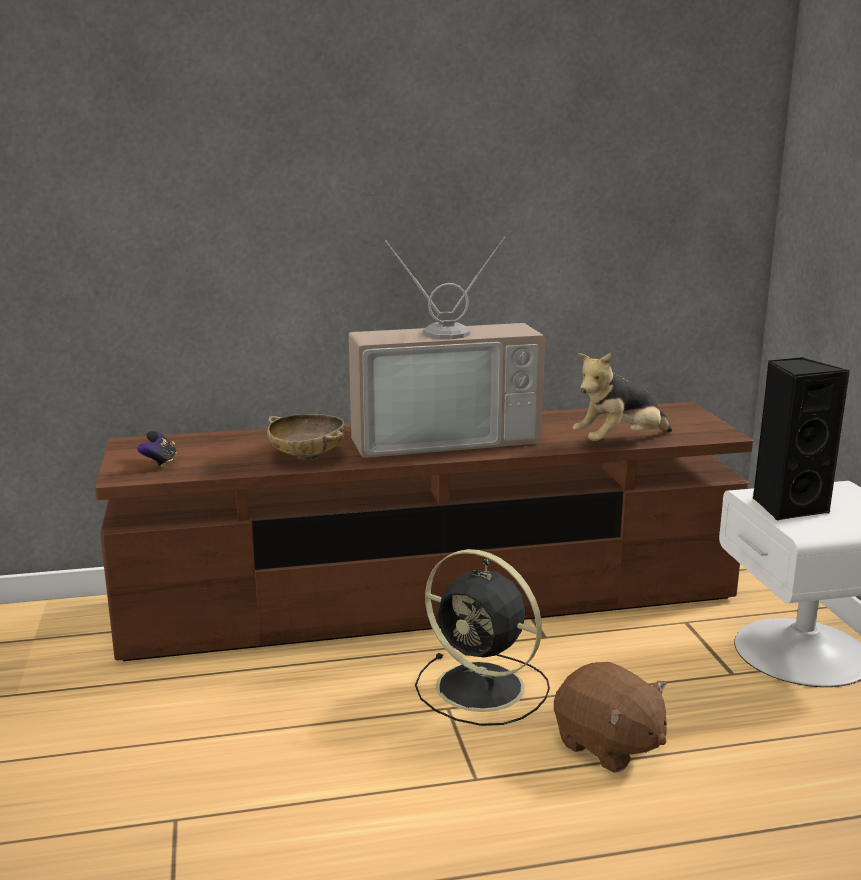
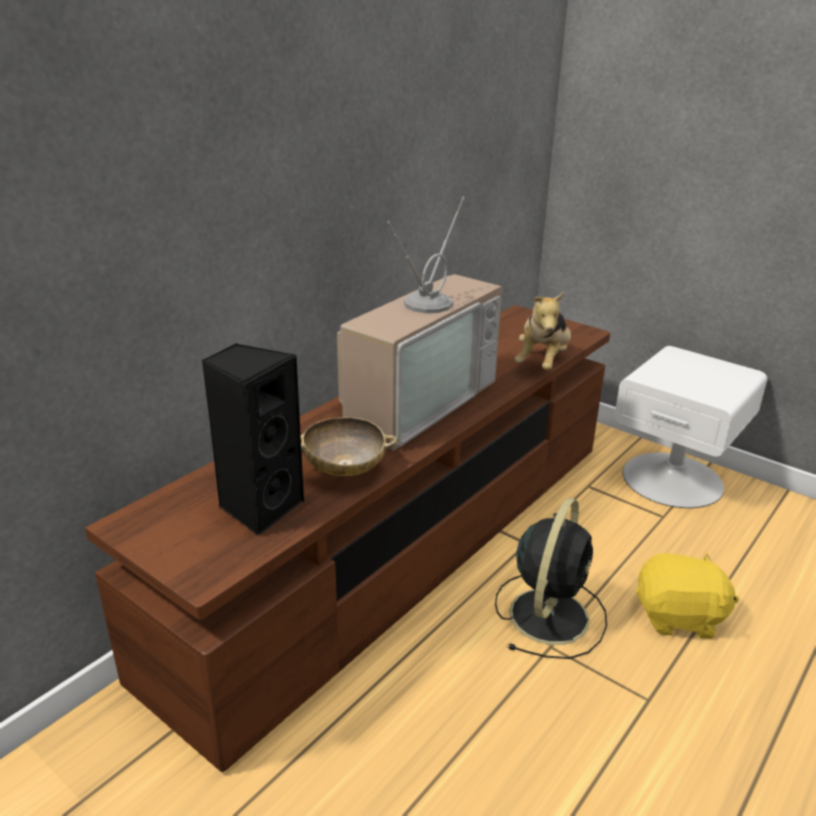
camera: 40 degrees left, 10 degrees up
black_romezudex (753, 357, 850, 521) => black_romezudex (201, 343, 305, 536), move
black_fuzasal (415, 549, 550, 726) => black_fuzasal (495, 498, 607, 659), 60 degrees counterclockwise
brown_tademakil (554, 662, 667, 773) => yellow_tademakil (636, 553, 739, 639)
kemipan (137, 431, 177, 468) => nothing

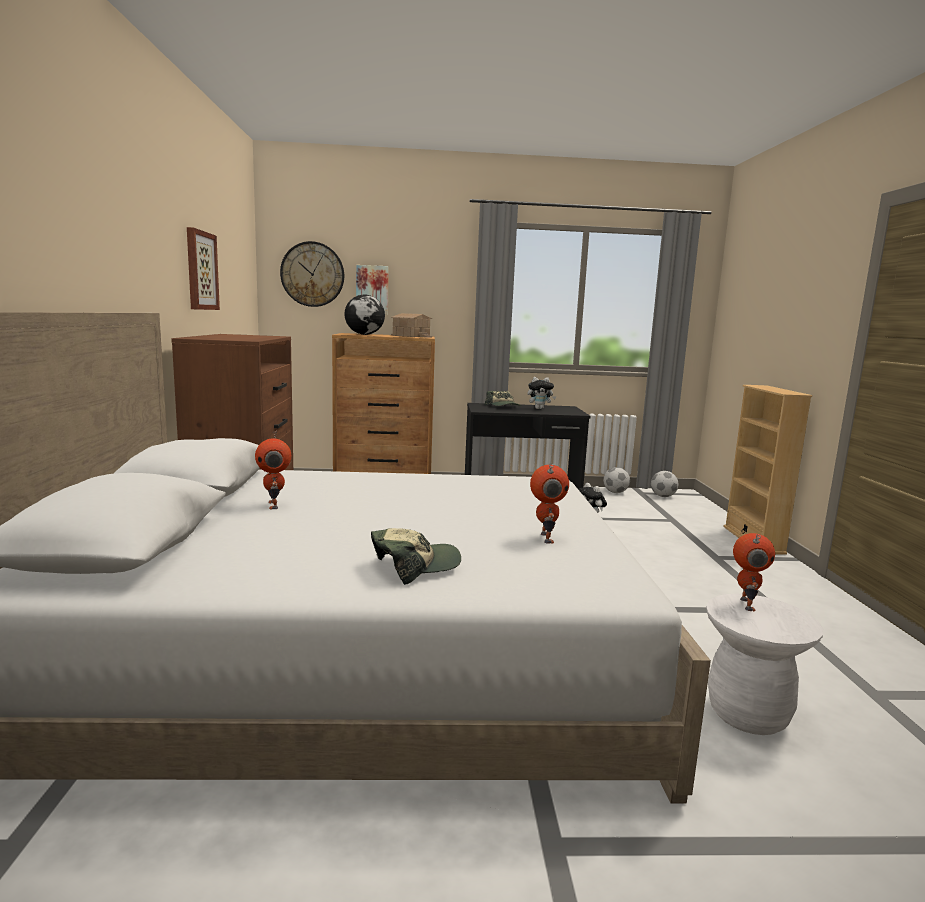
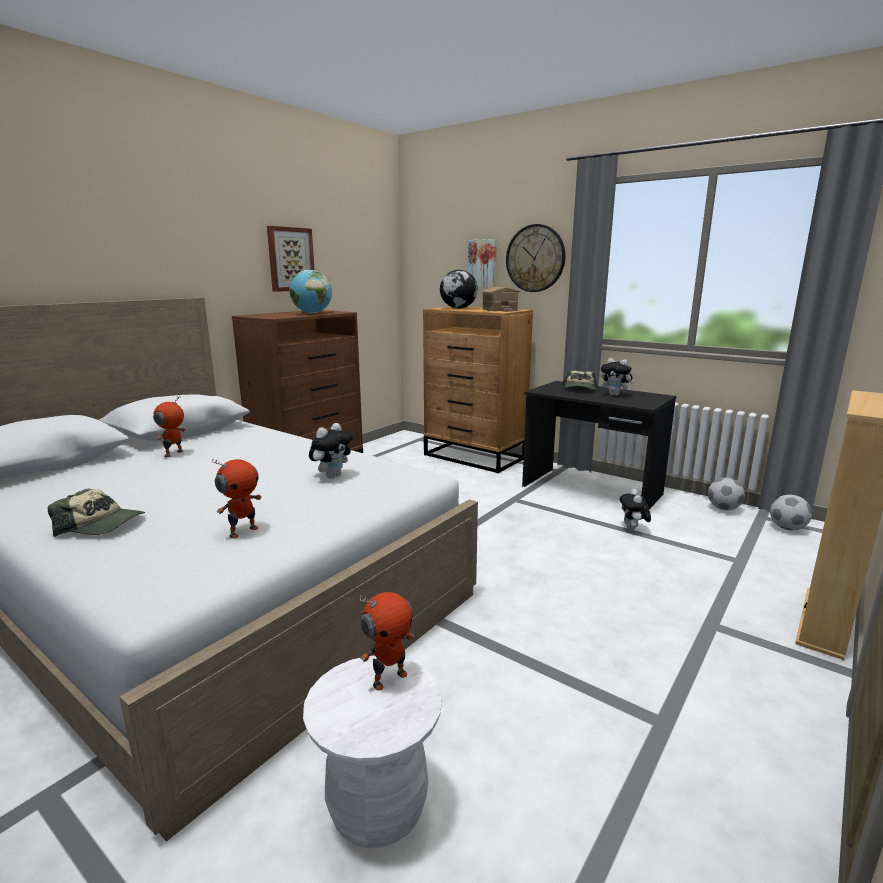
camera: 40 degrees right, 5 degrees up
nothing => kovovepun (289, 270, 332, 314)
nothing => tademakil (309, 423, 353, 479)
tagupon (280, 241, 344, 307) => tagupon (506, 224, 566, 292), move

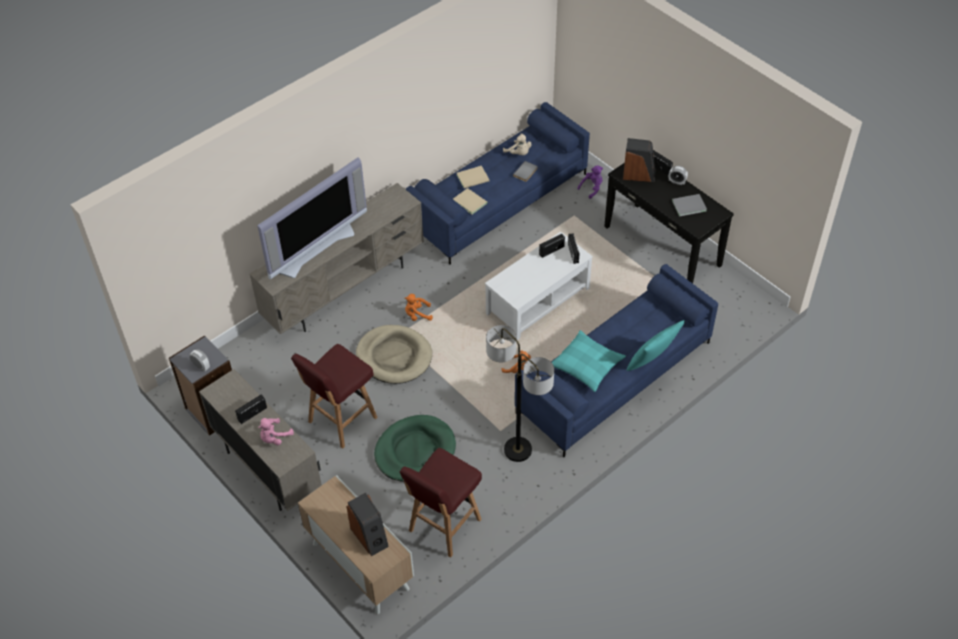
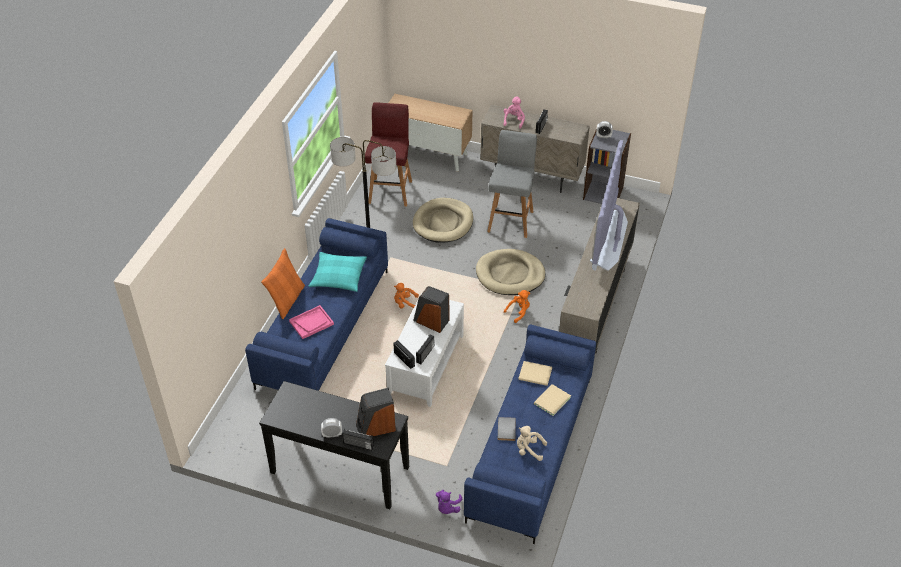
camera: 150 degrees right, 5 degrees down
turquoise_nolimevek (627, 320, 685, 371) => orange_nolimevek (261, 248, 305, 319)
nothing => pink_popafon (289, 305, 334, 339)
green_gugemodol (374, 415, 456, 482) => beige_gugemodol (413, 198, 473, 243)
romezudex (346, 493, 389, 556) => romezudex (413, 286, 450, 333), move
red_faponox (291, 344, 378, 449) => grey_faponox (487, 130, 537, 238)
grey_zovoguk (672, 194, 707, 217) => nothing

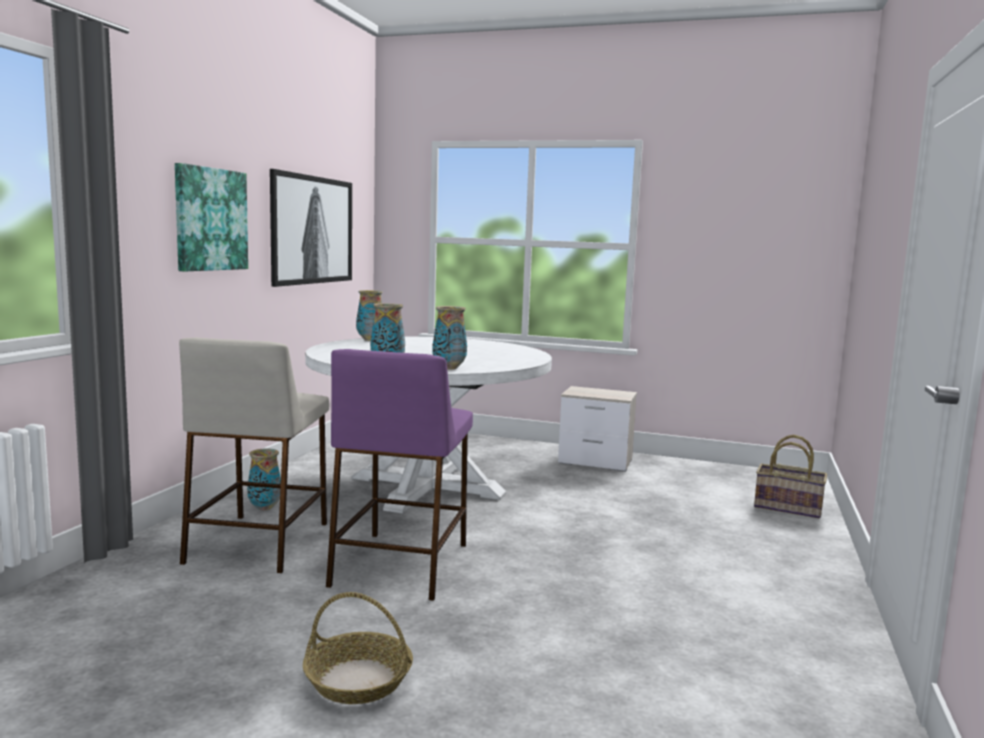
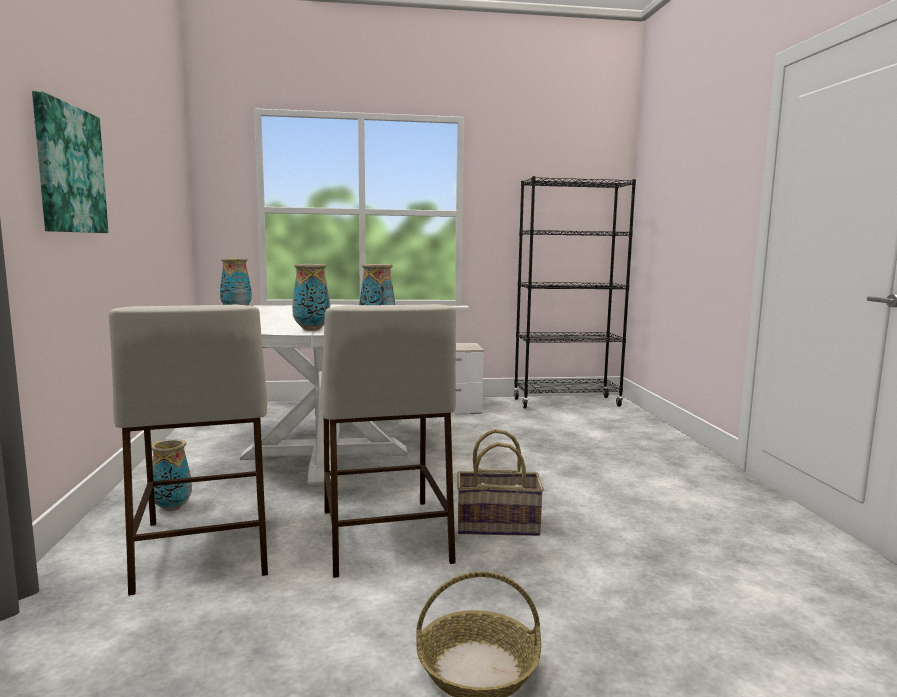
camera: 25 degrees left, 0 degrees up
purple_faponox (326, 349, 473, 601) => beige_faponox (318, 304, 456, 578)
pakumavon (754, 434, 827, 518) => pakumavon (457, 429, 544, 536), move
nothing => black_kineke (513, 176, 636, 409)
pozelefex (270, 169, 352, 287) => nothing

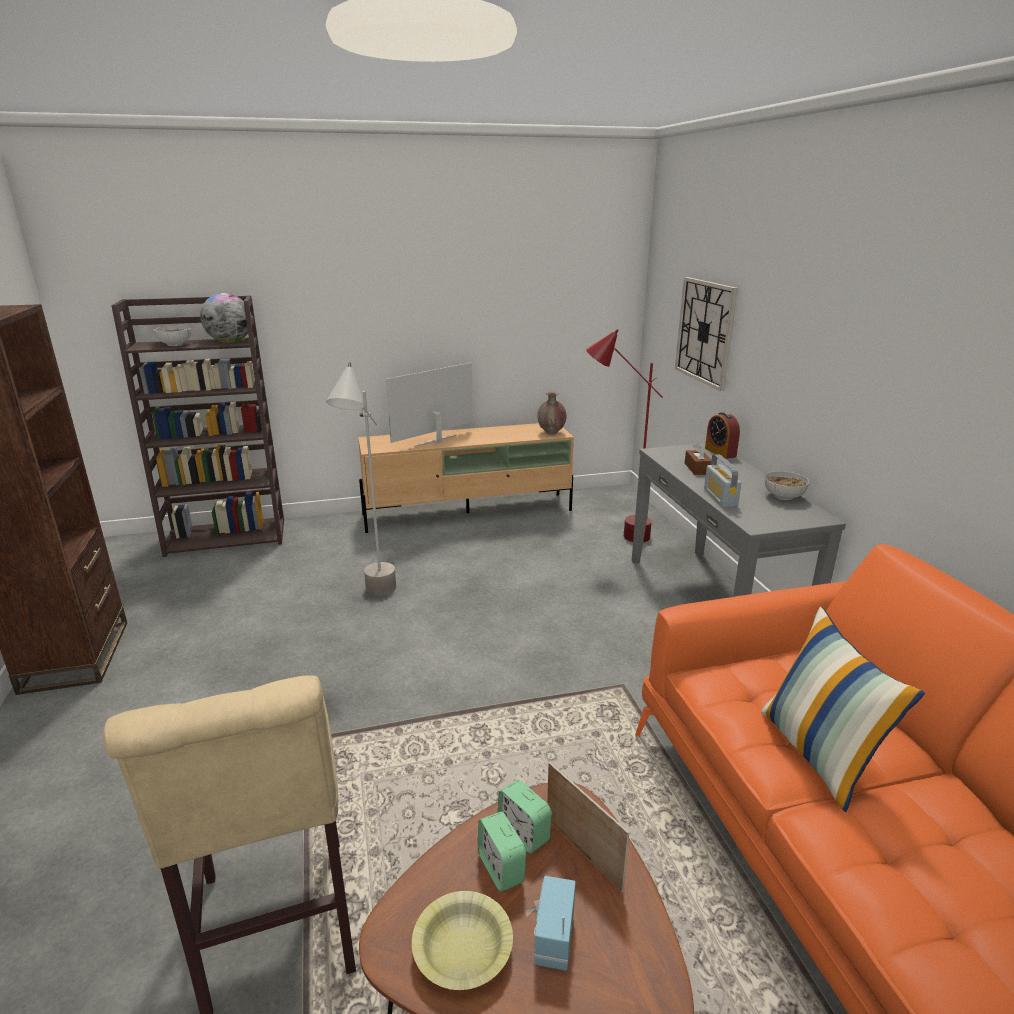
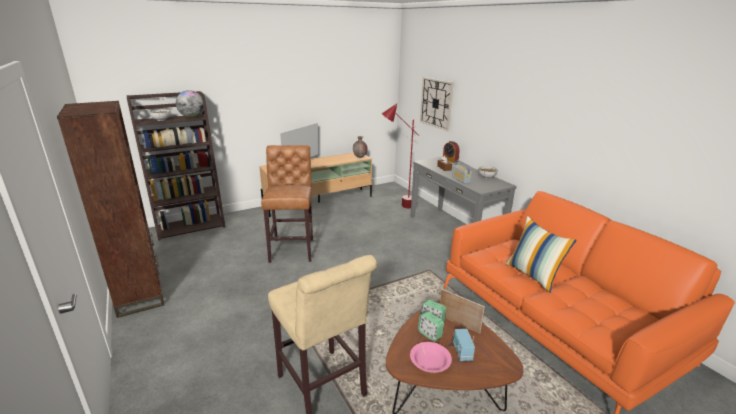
camera: 15 degrees left, 0 degrees up
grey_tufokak (326, 362, 396, 596) => brown_faponox (261, 145, 313, 263)
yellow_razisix (412, 891, 513, 990) => pink_razisix (410, 342, 452, 373)

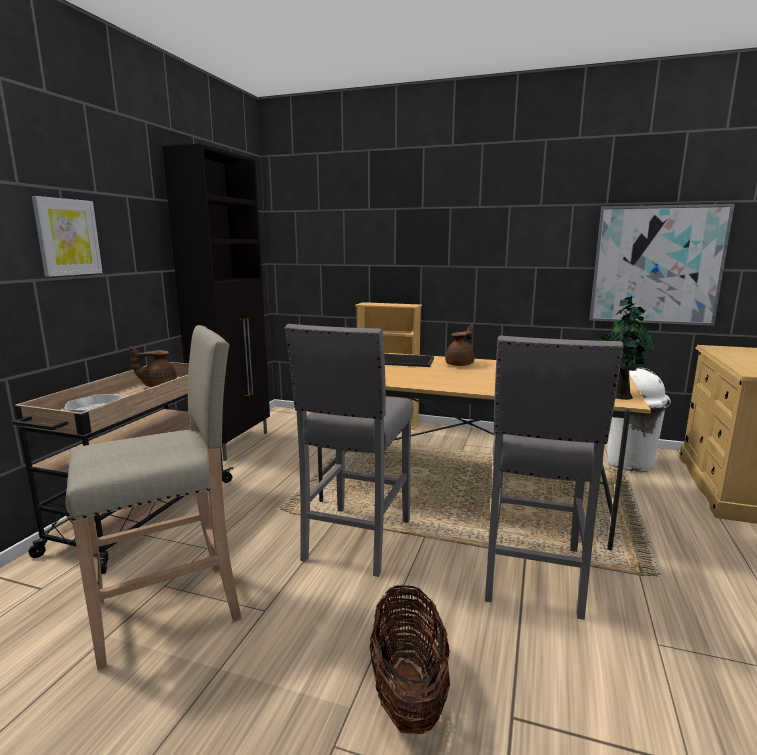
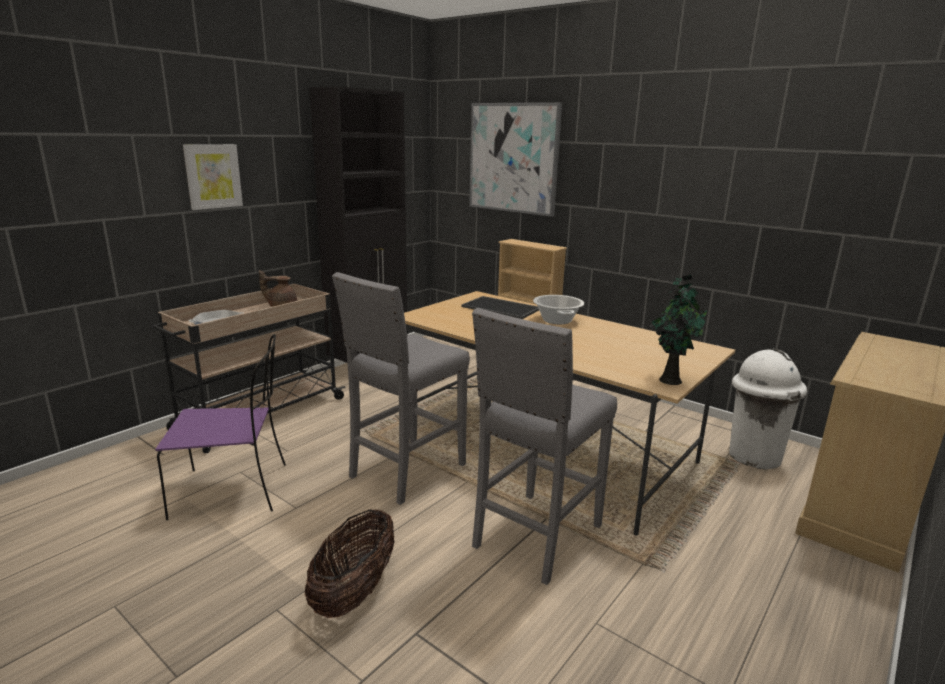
camera: 20 degrees right, 5 degrees up
beige_faponox (65, 325, 242, 671) => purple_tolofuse (156, 334, 286, 520)
pozelefex (589, 204, 735, 326) => pozelefex (469, 102, 562, 217), move
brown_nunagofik (445, 324, 474, 366) => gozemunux (533, 295, 584, 324)

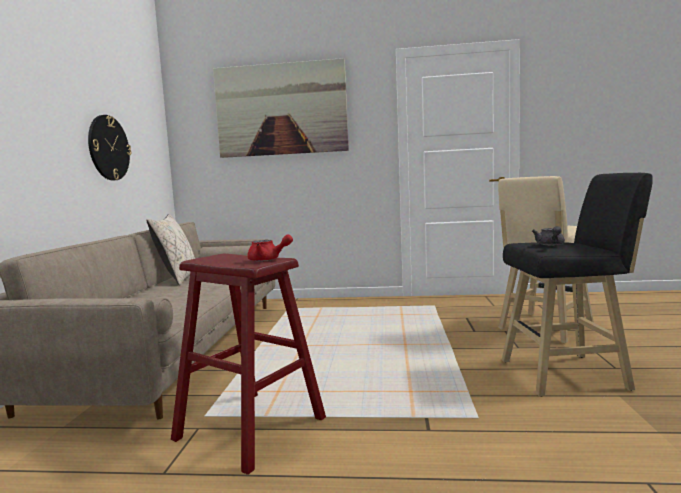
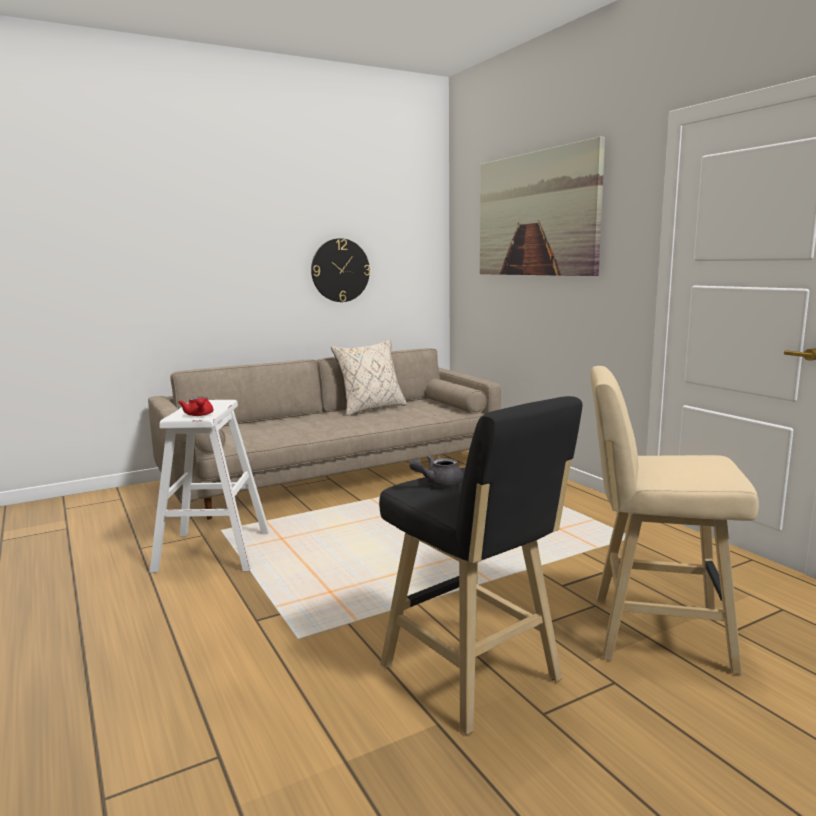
camera: 55 degrees right, 5 degrees up
red_faponox (171, 254, 326, 475) => white_faponox (149, 400, 270, 573)

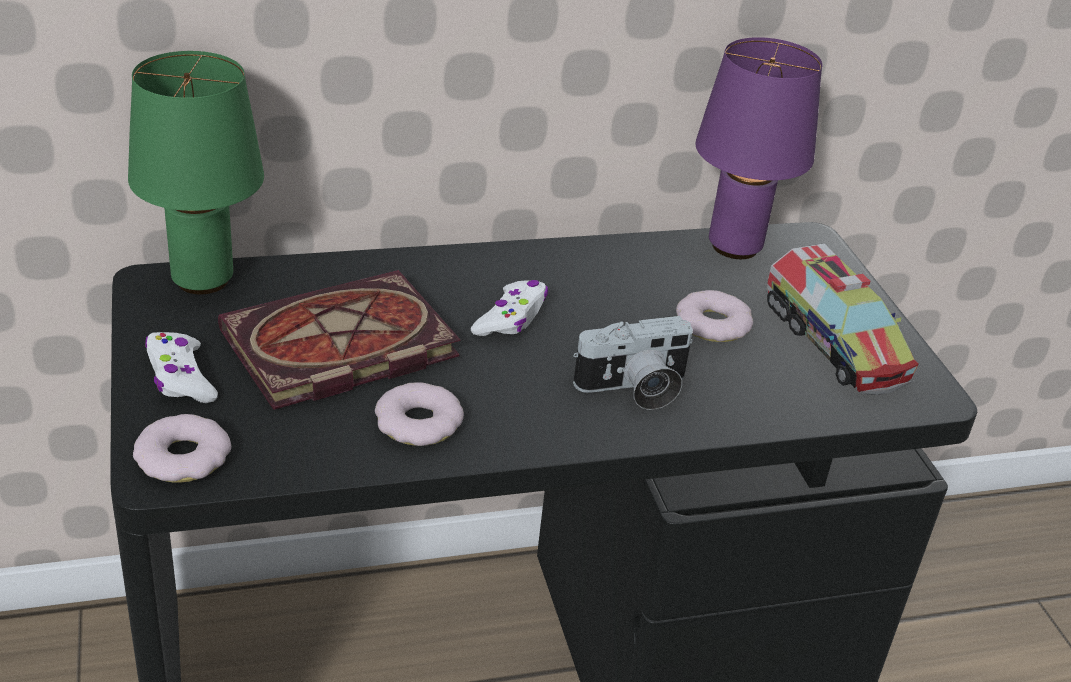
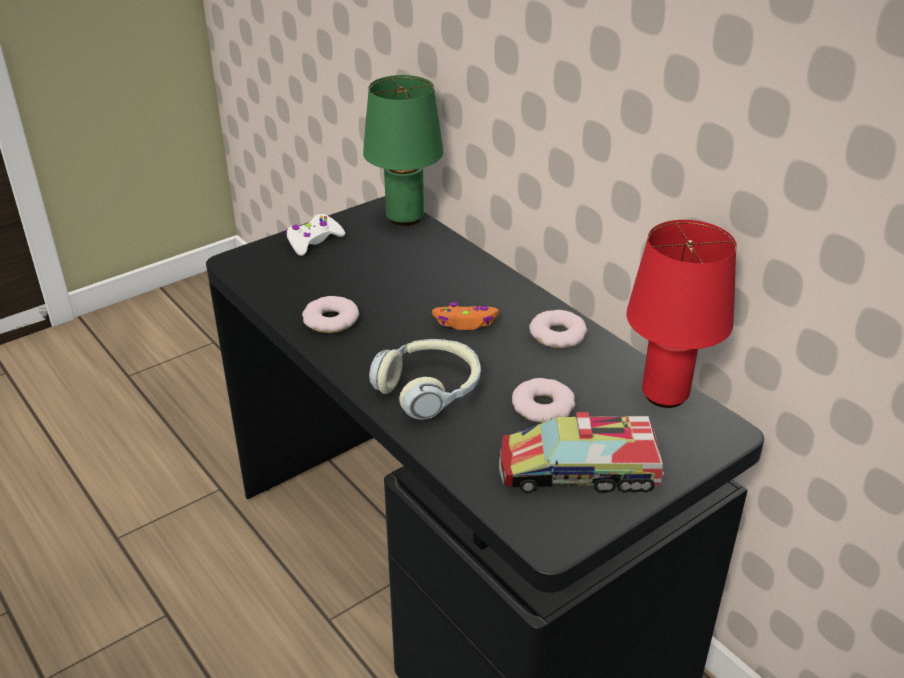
camera: 70 degrees right, 0 degrees up
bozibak (573, 316, 693, 410) => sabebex (369, 339, 481, 420)
white_kemipan (471, 280, 548, 336) => orange_kemipan (432, 302, 499, 330)
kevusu (766, 244, 919, 395) => kevusu (499, 412, 664, 494), 45 degrees clockwise
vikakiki (133, 414, 231, 482) => vikakiki (529, 310, 587, 348), move
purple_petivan (696, 37, 822, 259) => red_petivan (626, 220, 737, 408)
zovoguk (218, 270, 460, 410) => nothing

